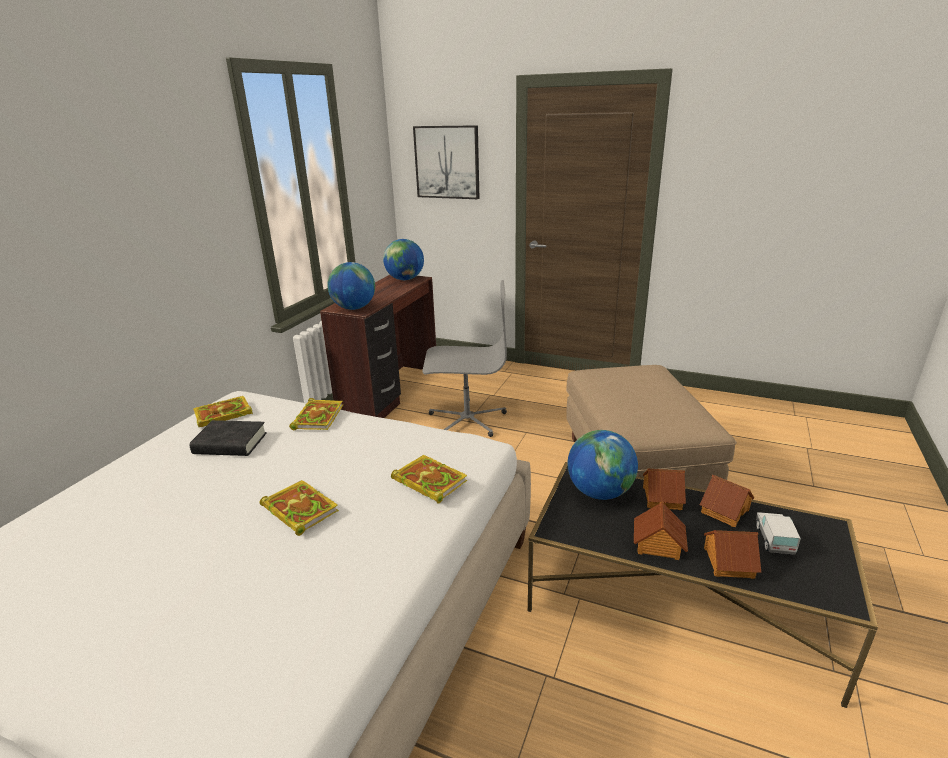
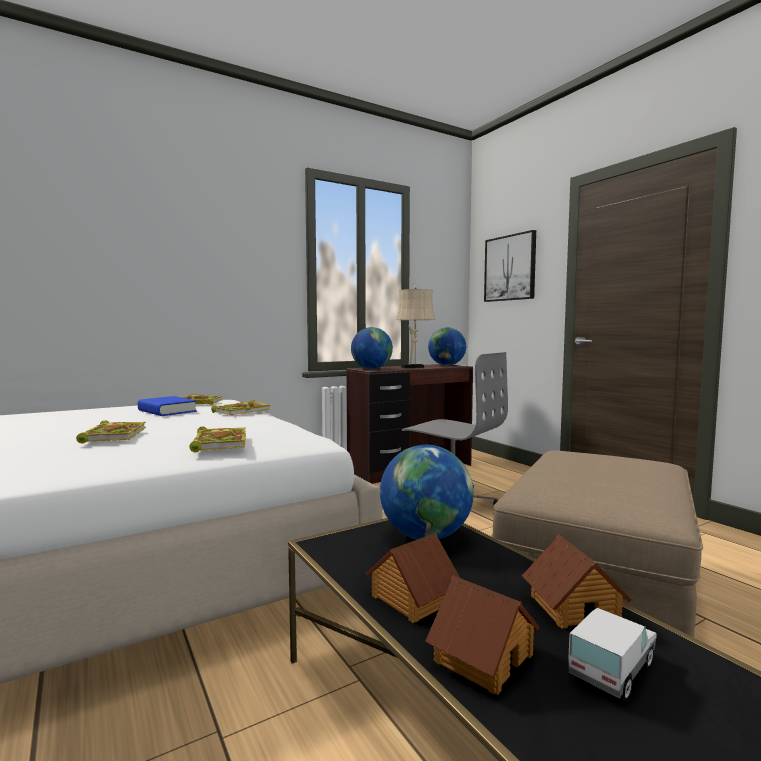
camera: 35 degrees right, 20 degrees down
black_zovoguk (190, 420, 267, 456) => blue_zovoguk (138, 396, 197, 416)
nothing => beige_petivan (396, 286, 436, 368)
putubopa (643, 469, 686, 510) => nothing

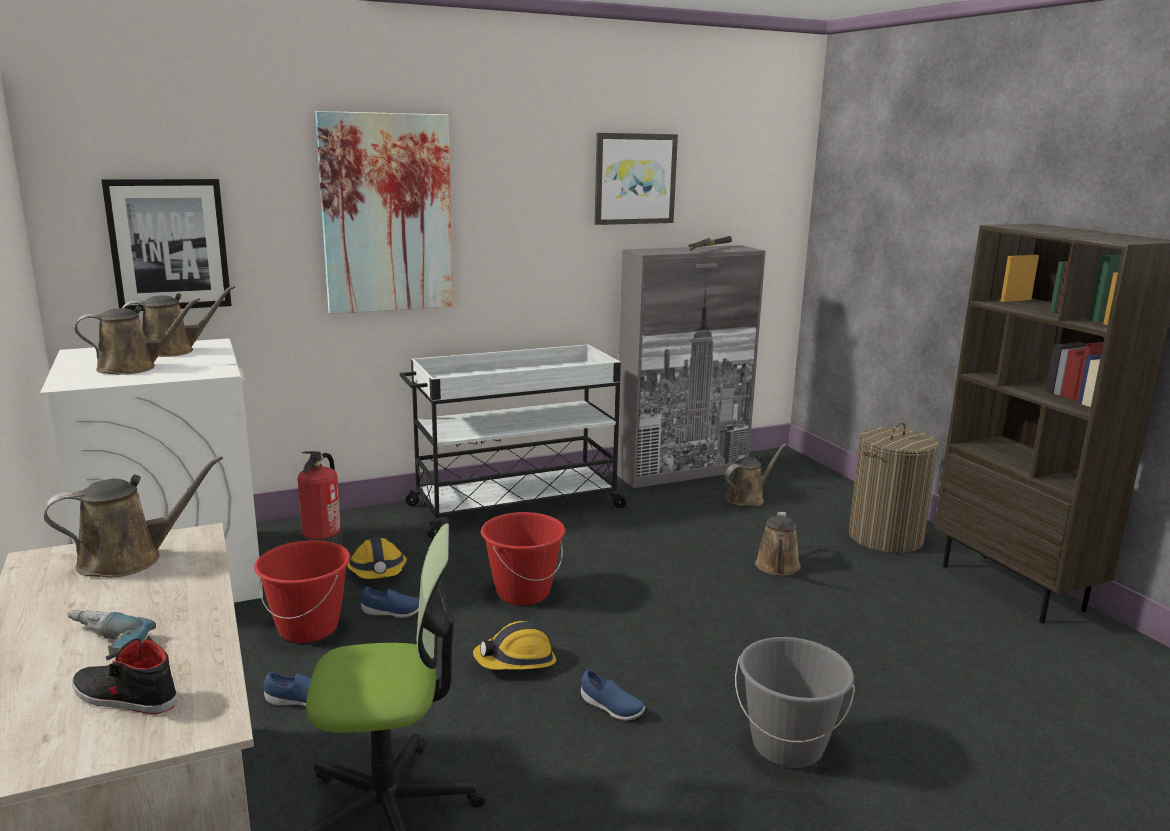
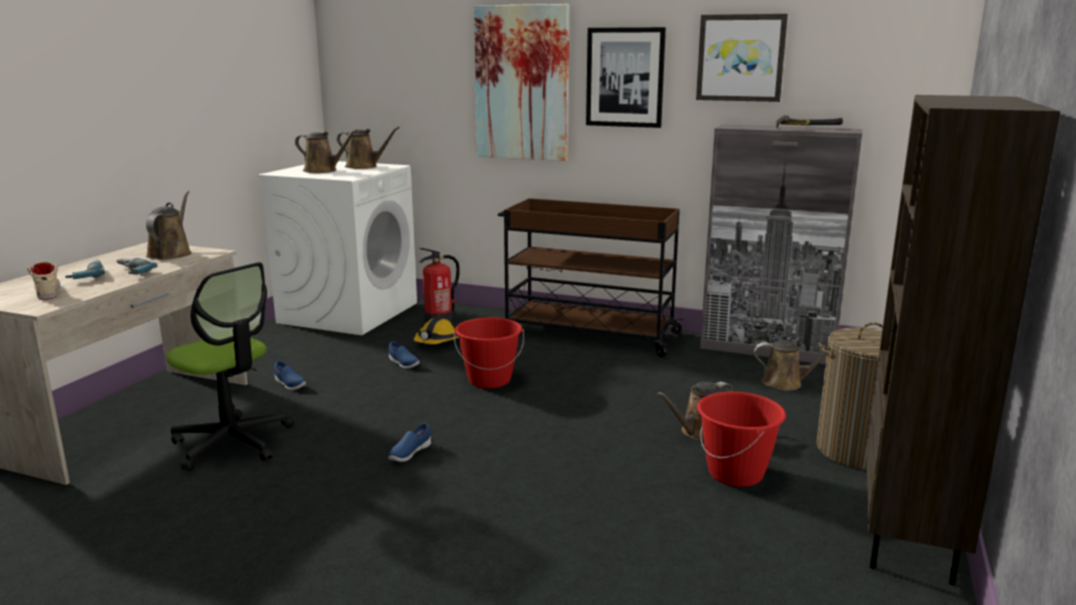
camera: 45 degrees right, 0 degrees up
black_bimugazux (72, 636, 178, 714) => beige_bimugazux (27, 262, 60, 300)
nothing => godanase (117, 258, 157, 275)
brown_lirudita (44, 455, 223, 578) => brown_lirudita (146, 191, 192, 260), 105 degrees counterclockwise
blue_bimugazux (581, 669, 645, 720) => blue_bimugazux (388, 423, 431, 462), 45 degrees clockwise
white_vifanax (400, 344, 629, 538) => brown_vifanax (498, 198, 684, 357)
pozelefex (101, 179, 232, 311) => pozelefex (586, 27, 666, 128), move
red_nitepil (254, 540, 350, 643) => red_nitepil (697, 392, 786, 487), move
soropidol (473, 621, 556, 670) => nothing
grey_nitepil (735, 637, 855, 768) => nothing

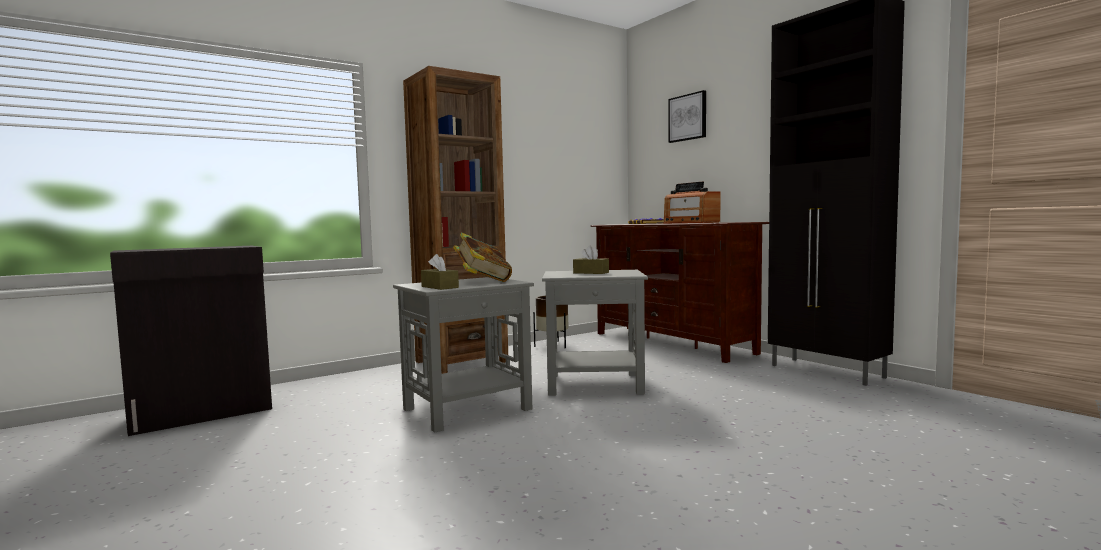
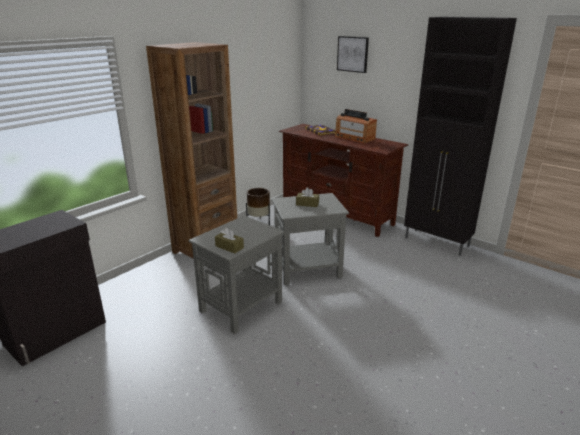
camera: 15 degrees left, 20 degrees up
zovoguk (453, 232, 512, 282) => nothing

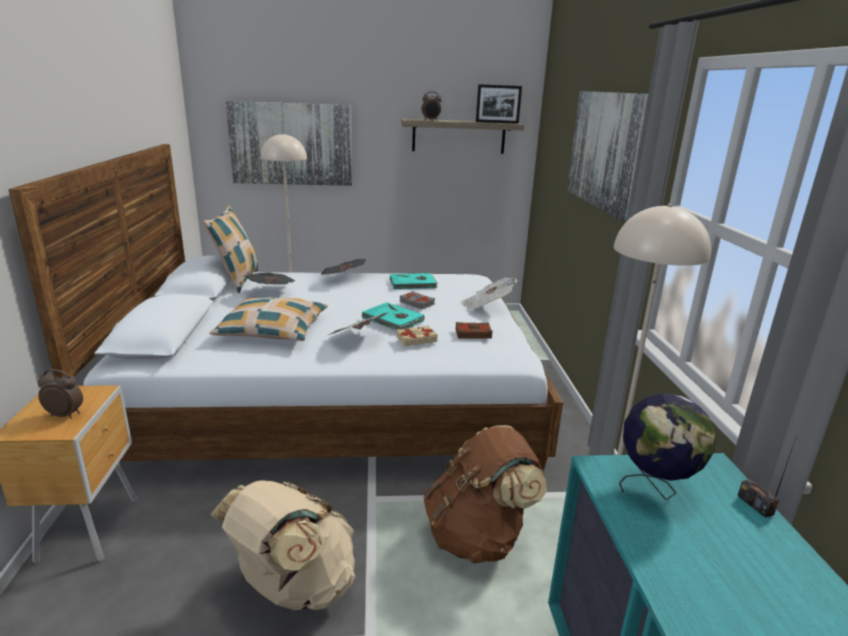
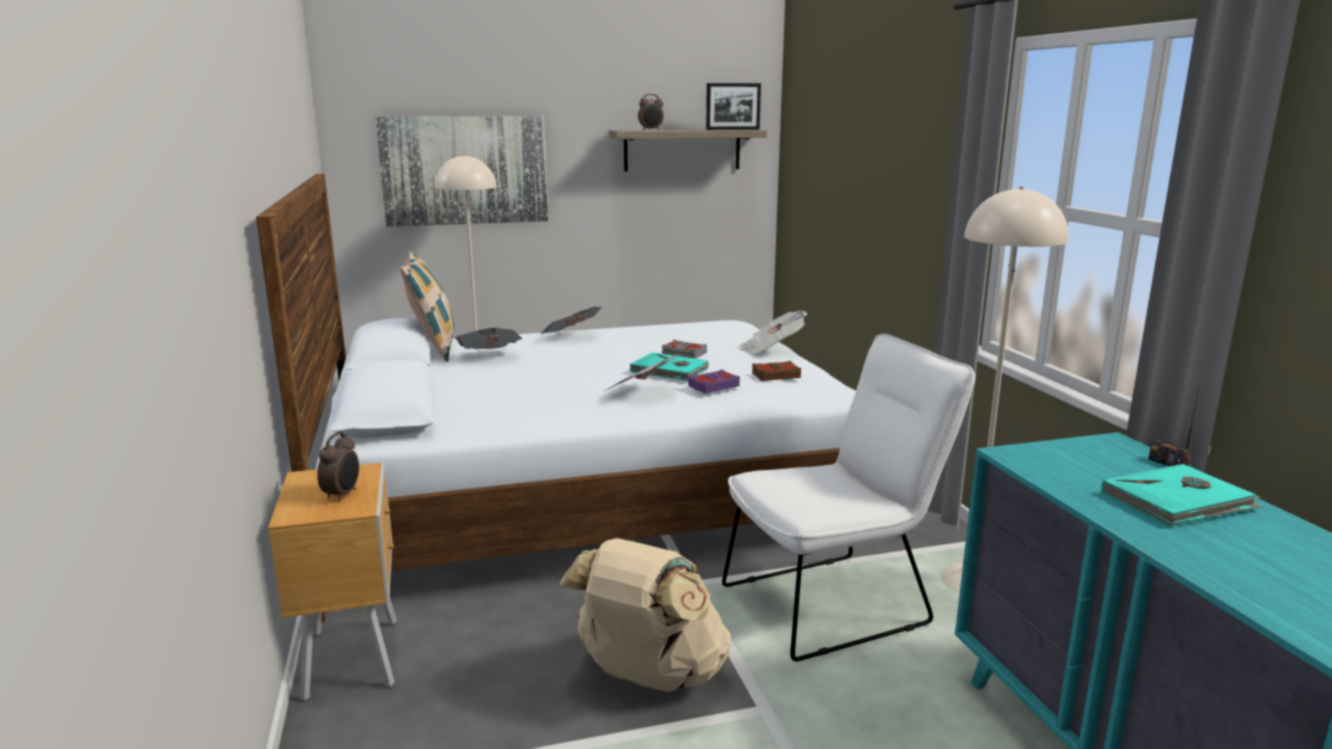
camera: 10 degrees left, 5 degrees down
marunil (37, 369, 83, 418) => marunil (317, 432, 359, 502), 105 degrees clockwise
beige_zovoguk (396, 325, 437, 346) => purple_zovoguk (688, 369, 740, 393)
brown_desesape (423, 425, 547, 563) => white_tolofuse (722, 334, 976, 662)
turquoise_zovoguk (390, 273, 438, 289) => turquoise_zovoguk (1101, 464, 1262, 527), move
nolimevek (210, 298, 328, 341) => nothing
pozelefex (567, 91, 648, 223) => nothing
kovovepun (619, 393, 716, 500) => nothing

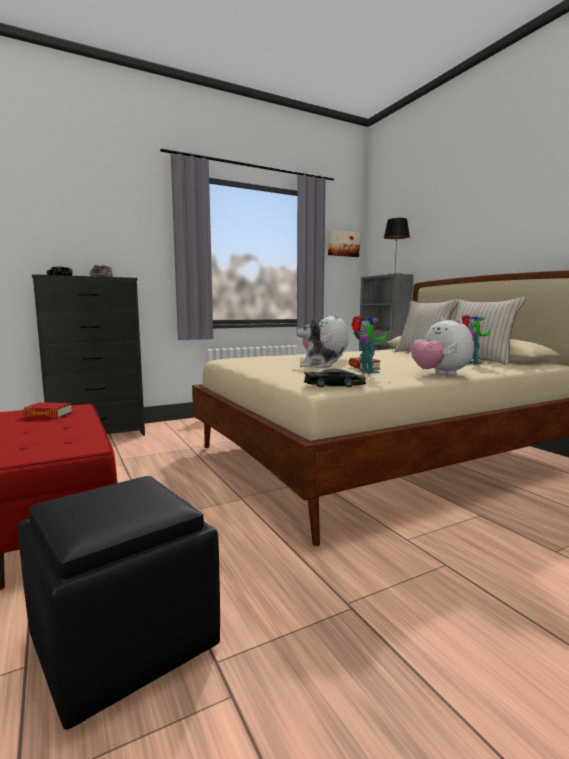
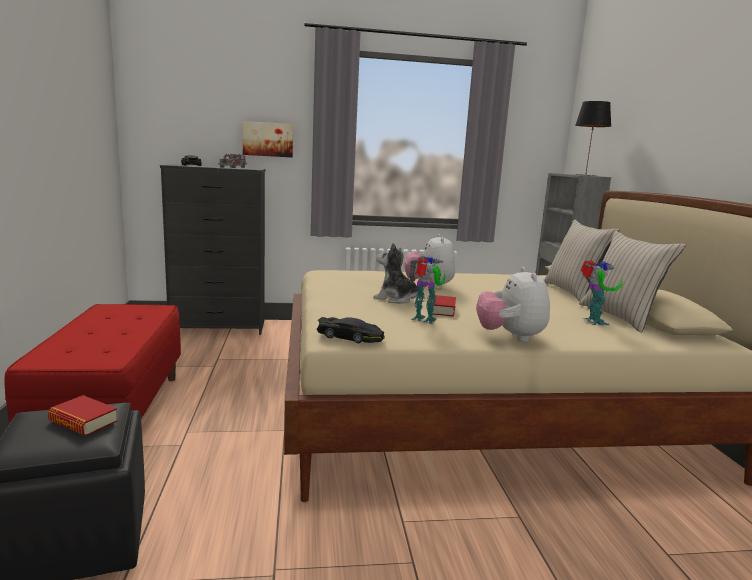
camera: 20 degrees right, 5 degrees up
zovoguk (23, 402, 72, 418) => zovoguk (48, 395, 118, 436), move
pozelefex (328, 230, 360, 257) => pozelefex (242, 121, 293, 157), move
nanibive (351, 316, 387, 374) => nanibive (409, 256, 445, 324), 60 degrees counterclockwise

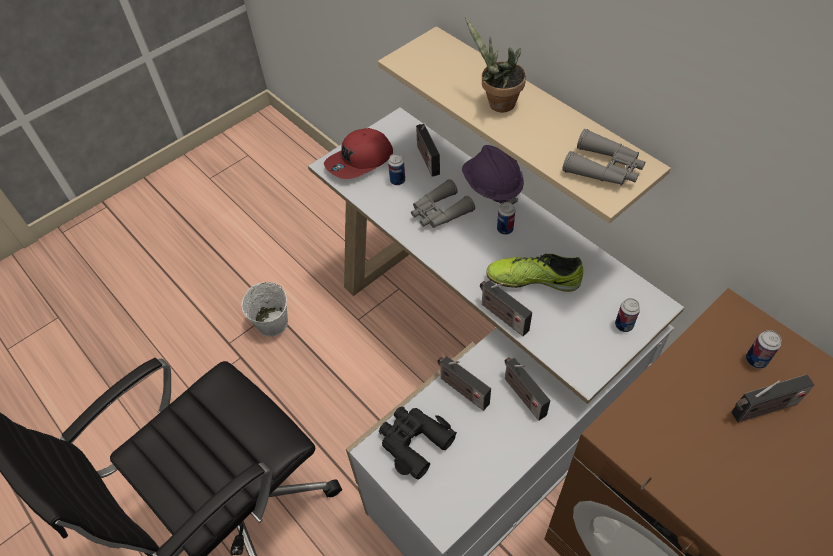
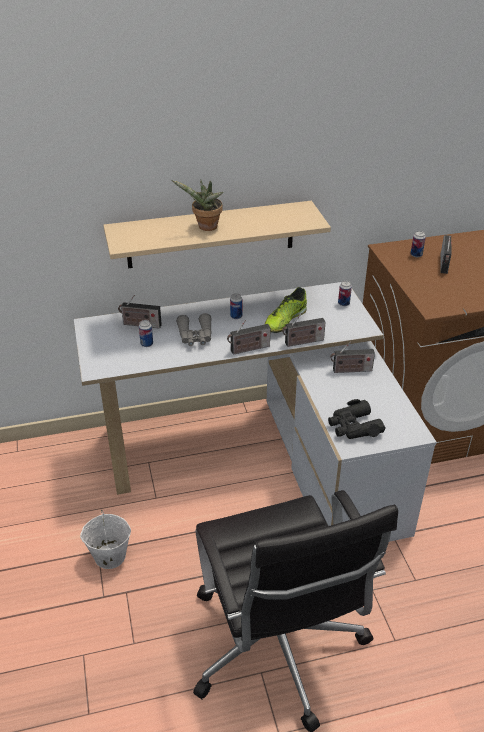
camera: 65 degrees left, 15 degrees down
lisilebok (437, 356, 491, 411) => lisilebok (227, 320, 271, 355), move
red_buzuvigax (324, 128, 393, 179) => nothing
purple_soropidol (462, 145, 524, 204) => nothing
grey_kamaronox (562, 129, 645, 186) => nothing

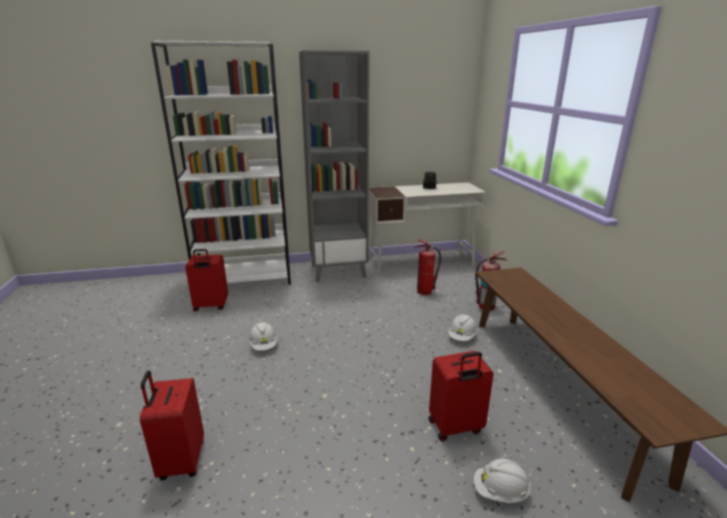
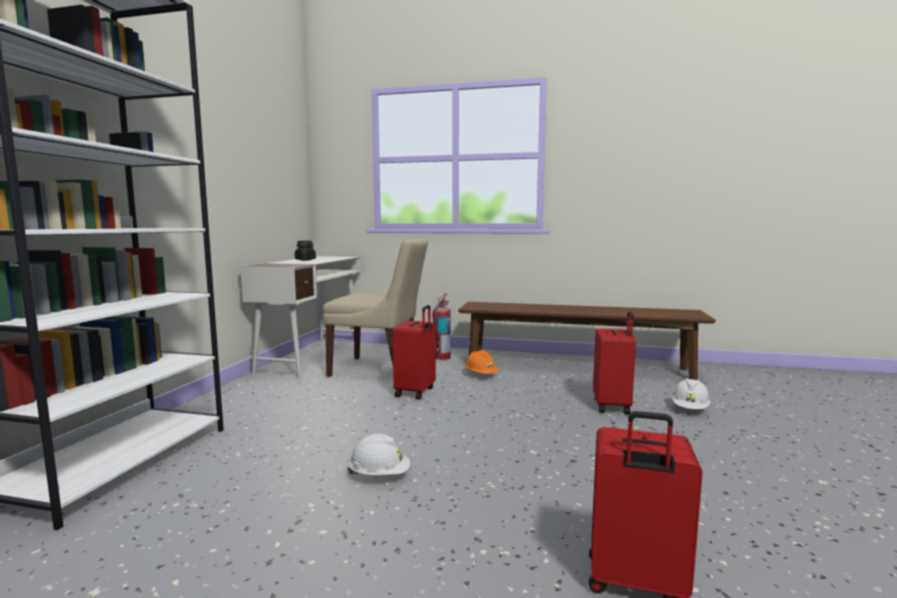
camera: 65 degrees left, 15 degrees down
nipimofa (414, 239, 442, 295) => beige_tolofuse (323, 238, 428, 377)
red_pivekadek (185, 249, 228, 312) => red_pivekadek (393, 305, 436, 400), move
white_soropidol (449, 314, 477, 341) => orange_soropidol (465, 350, 499, 374)
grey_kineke (299, 50, 370, 282) => nothing

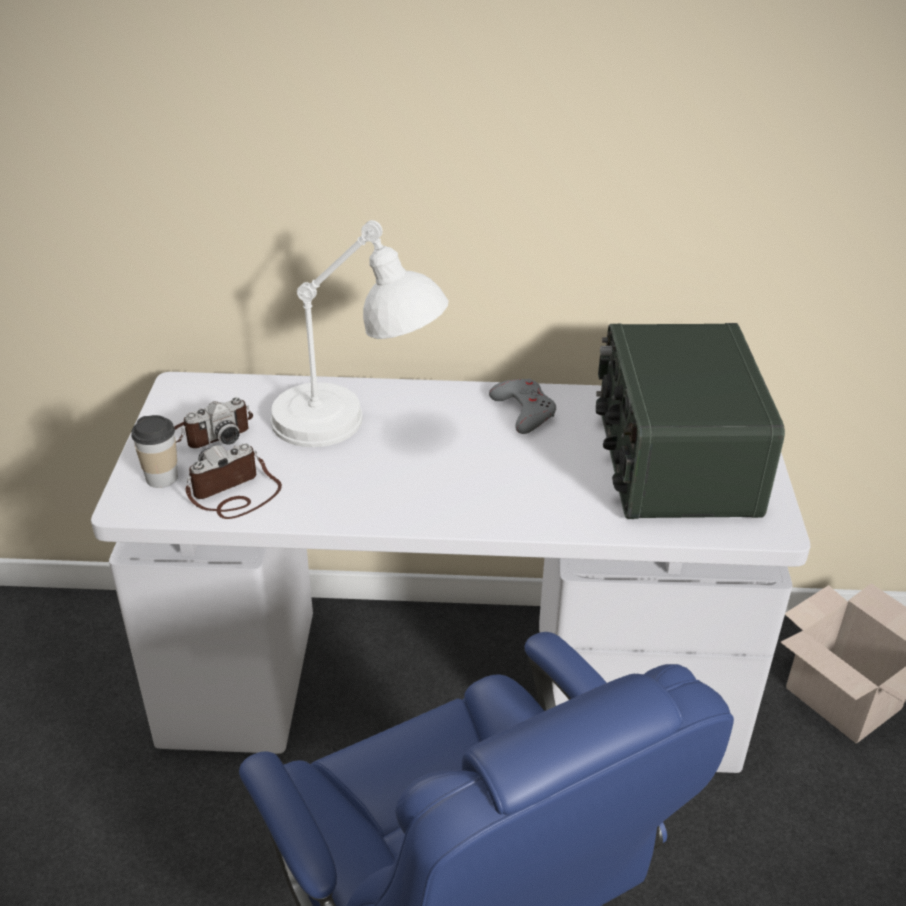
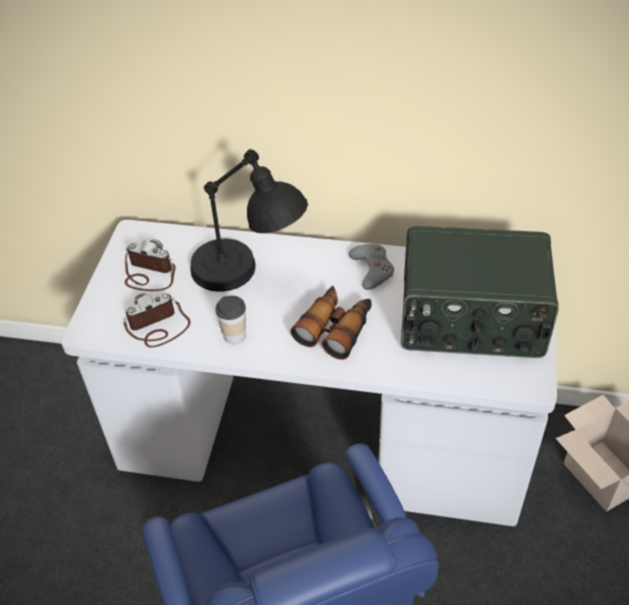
camera: 10 degrees right, 10 degrees up
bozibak (174, 397, 253, 448) => bozibak (125, 239, 176, 291), 135 degrees counterclockwise
white_petivan (271, 220, 449, 447) => black_petivan (190, 149, 308, 292)
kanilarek (131, 415, 178, 488) => kanilarek (215, 296, 246, 344), move
nothing => kamaronox (290, 286, 372, 360)
lisilebok (596, 323, 785, 519) => lisilebok (401, 226, 559, 358), 90 degrees counterclockwise

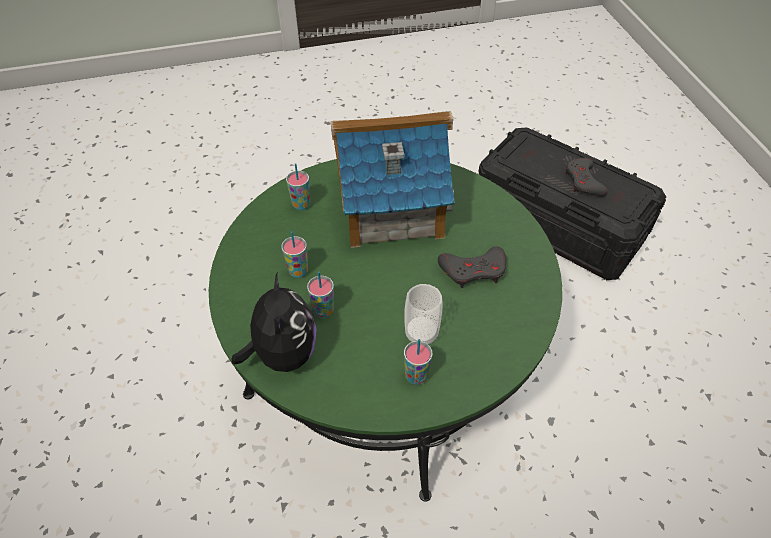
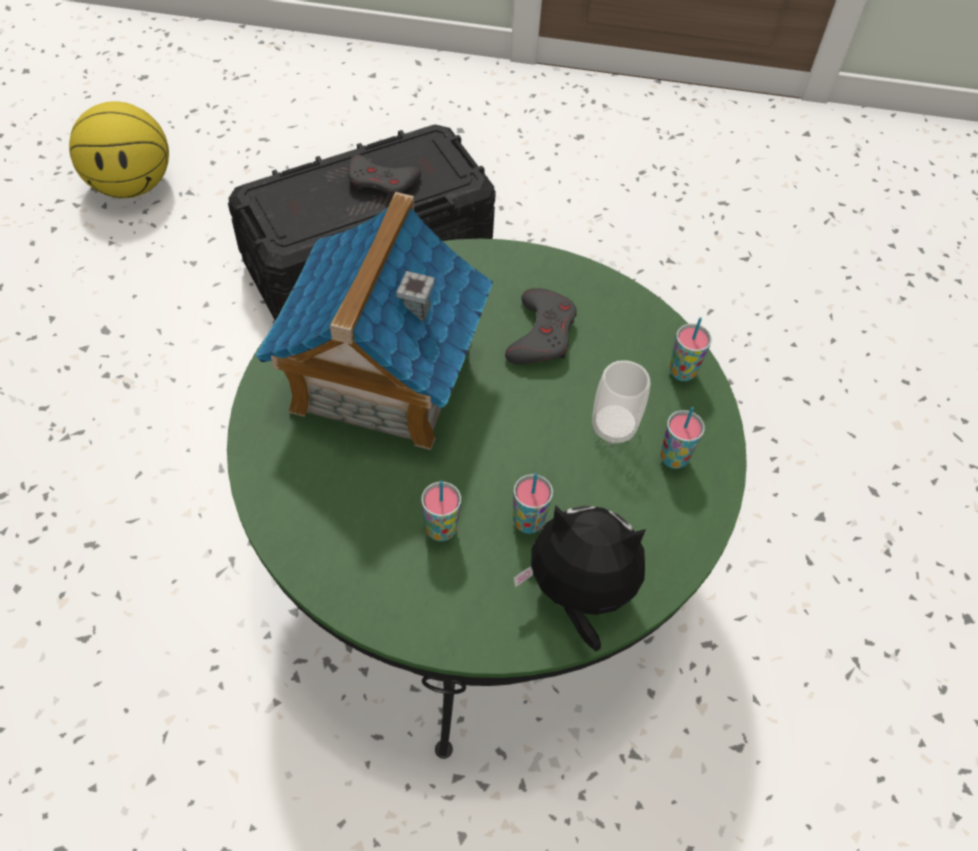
camera: 70 degrees left, 5 degrees up
nothing => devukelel (69, 101, 169, 198)
kanilarek (286, 163, 310, 210) => kanilarek (670, 317, 712, 381), move

